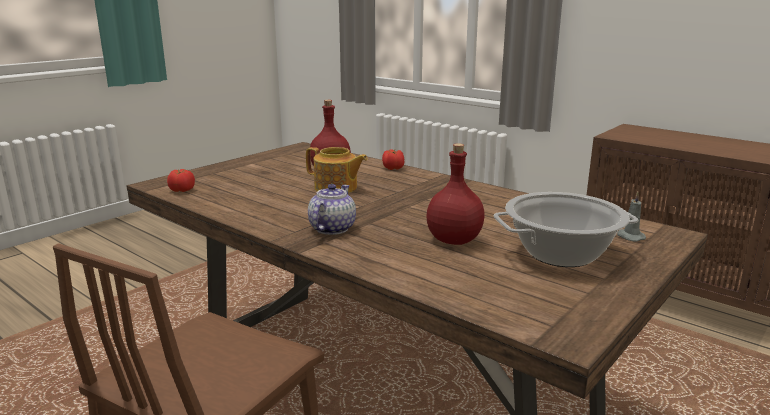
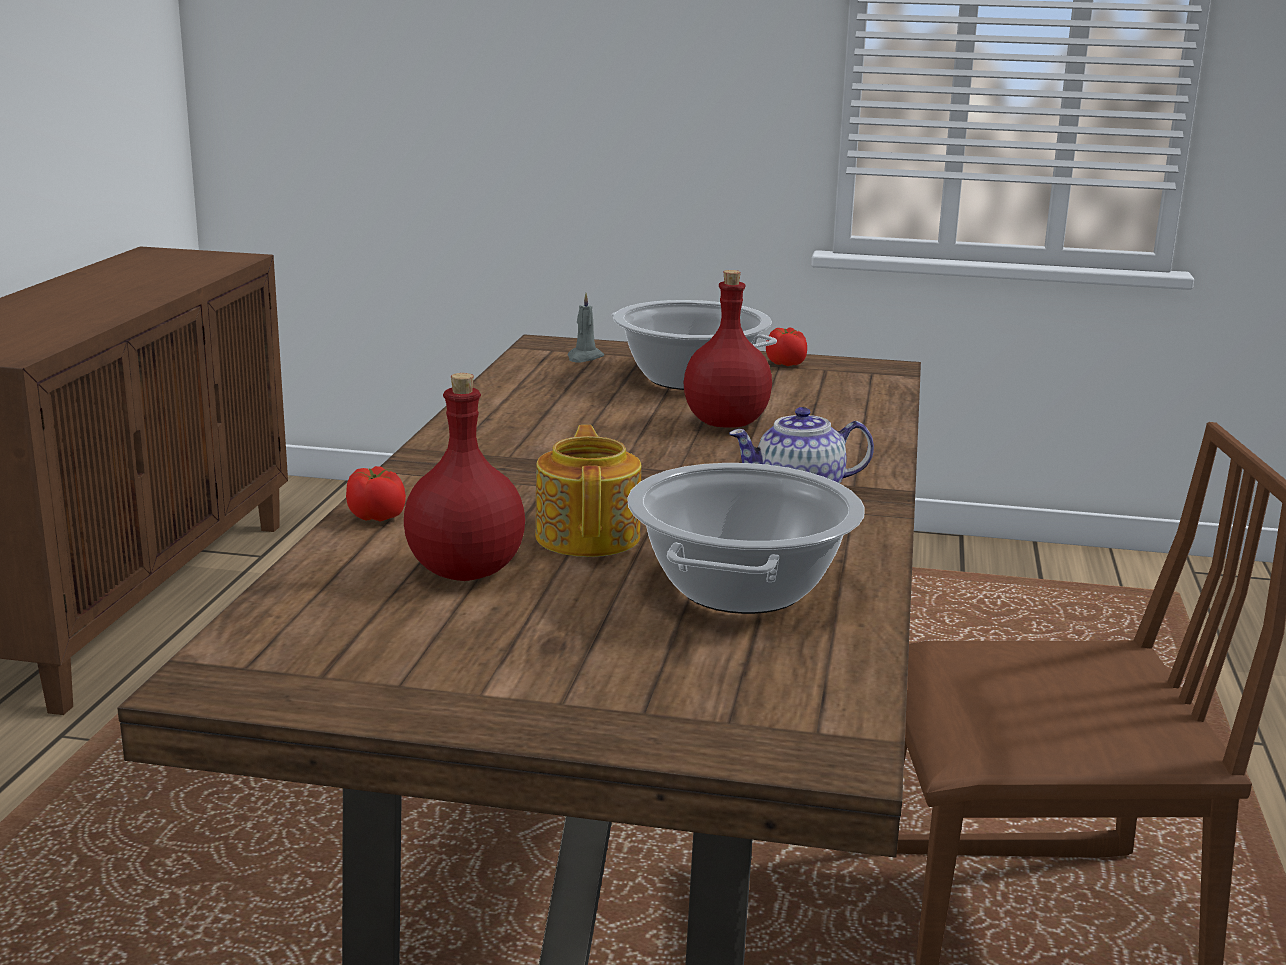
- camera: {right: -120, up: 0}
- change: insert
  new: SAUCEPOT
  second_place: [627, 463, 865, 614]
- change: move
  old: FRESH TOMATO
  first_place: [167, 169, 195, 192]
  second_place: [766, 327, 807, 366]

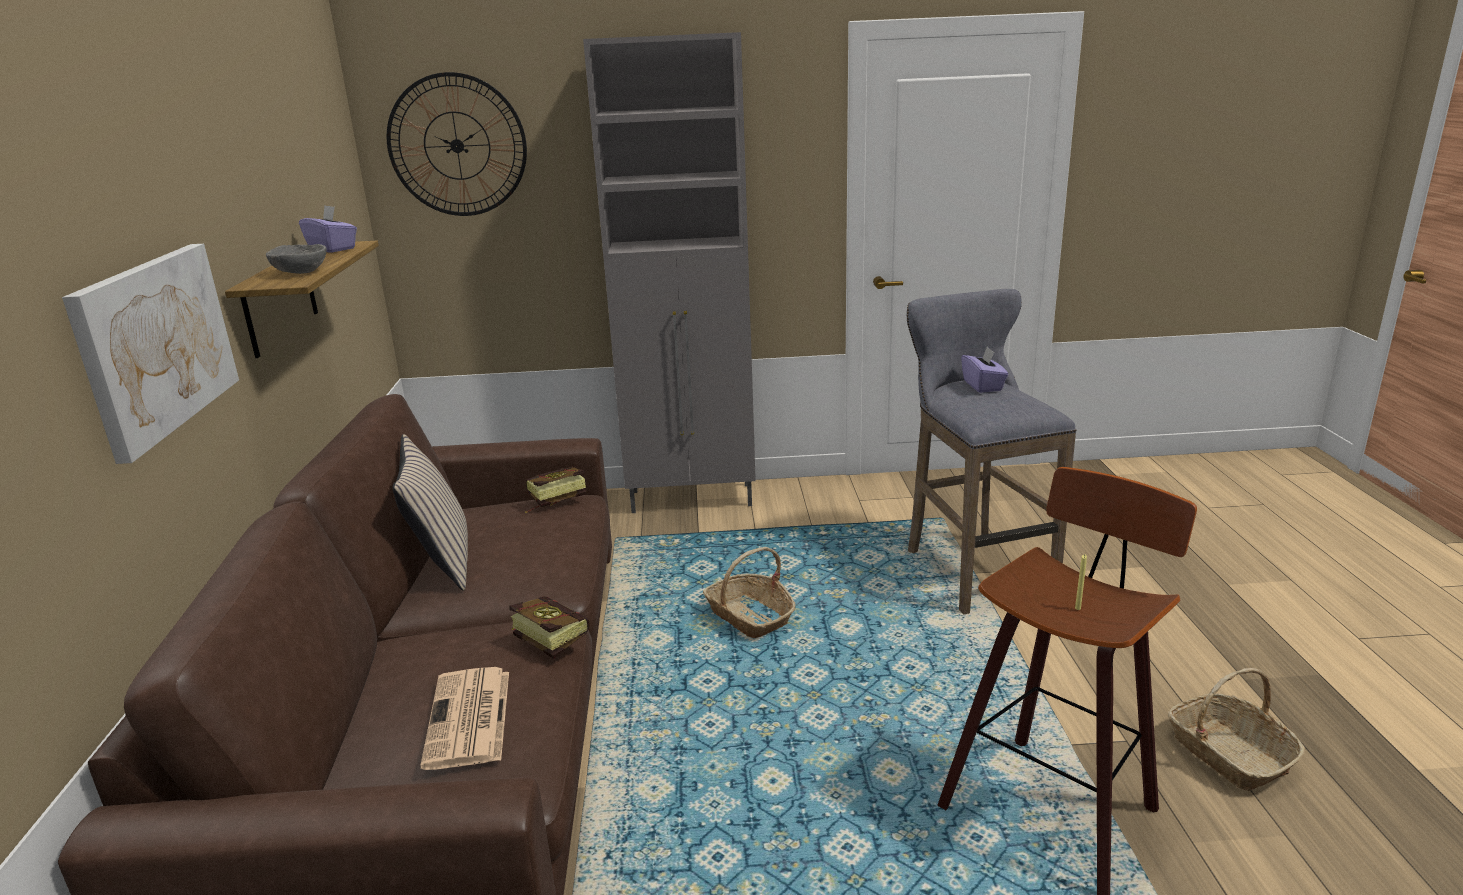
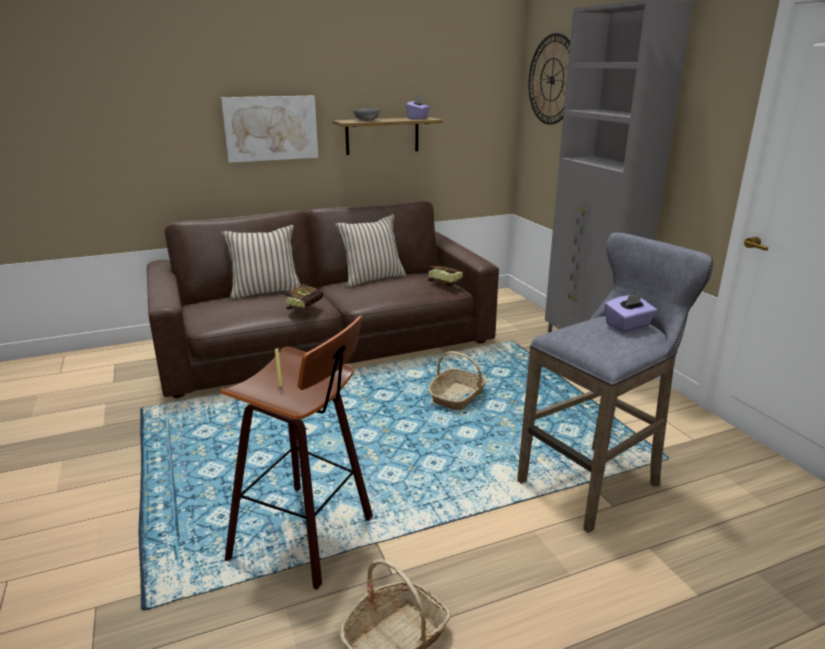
- camera: {right: 70, up: 0}
- change: insert
  new: SAND-COLOURED CUSHION
  second_place: [222, 225, 301, 299]
- change: delete
  old: DAILY PAPER
  first_place: [420, 667, 509, 770]

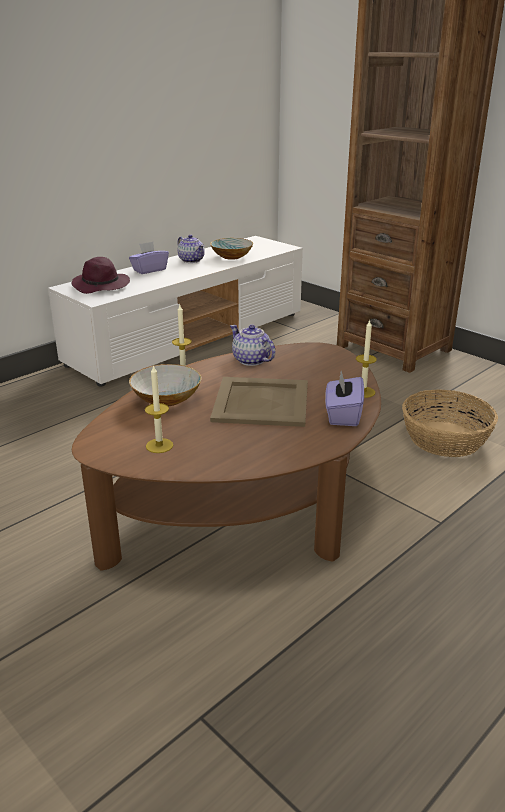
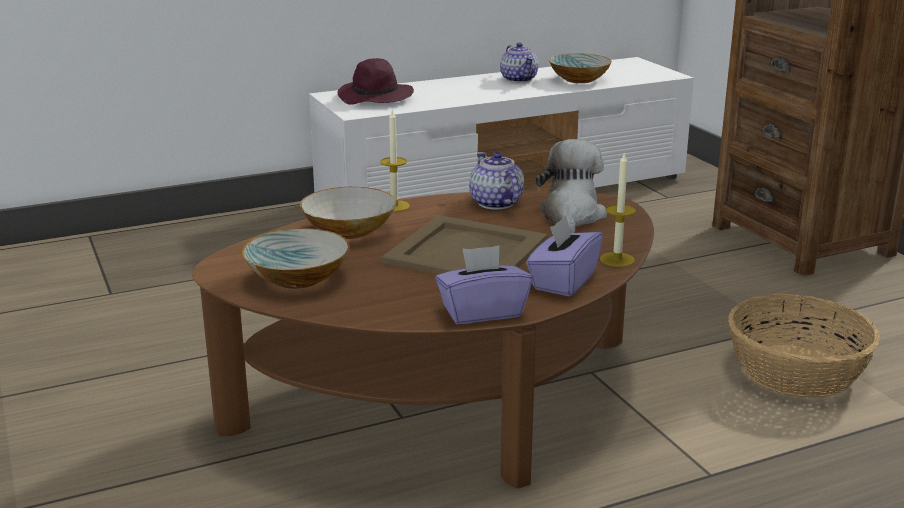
- camera: {right: 20, up: -5}
- change: replace
  old: WAX LIGHT
  new: BOWL
  first_place: [145, 364, 173, 453]
  second_place: [242, 228, 350, 289]
- change: move
  old: PURPLE BOX OF TISSUES
  first_place: [129, 242, 169, 274]
  second_place: [435, 246, 533, 324]
- change: insert
  new: PLUSH TOY
  second_place: [536, 139, 607, 233]

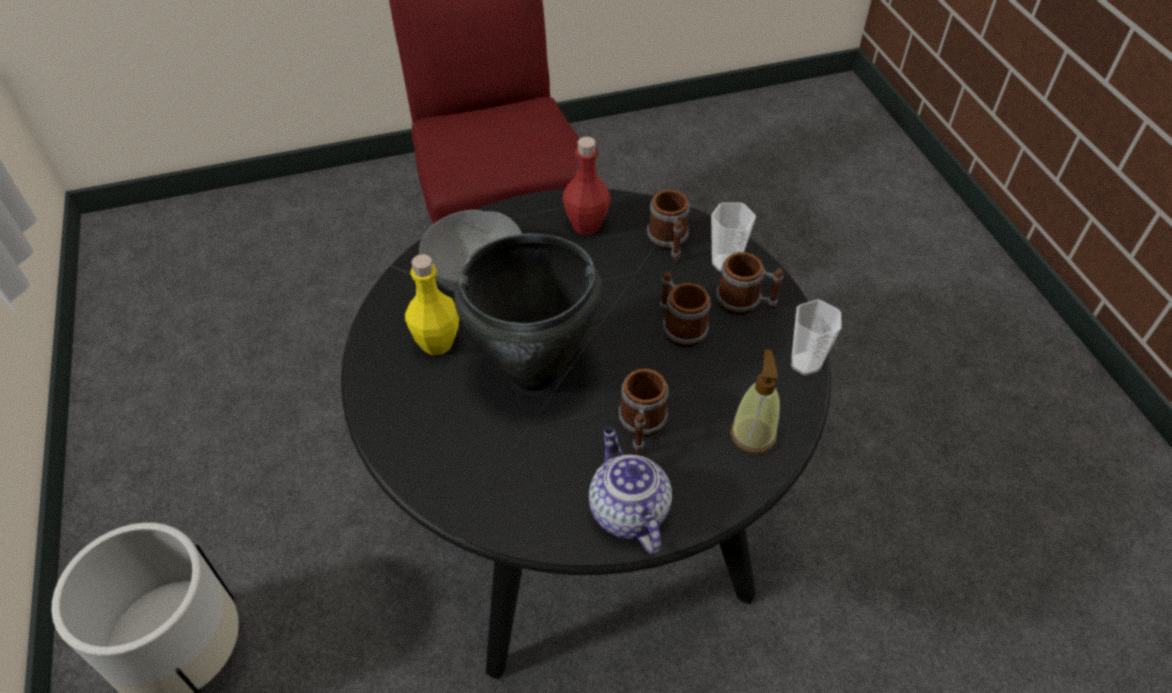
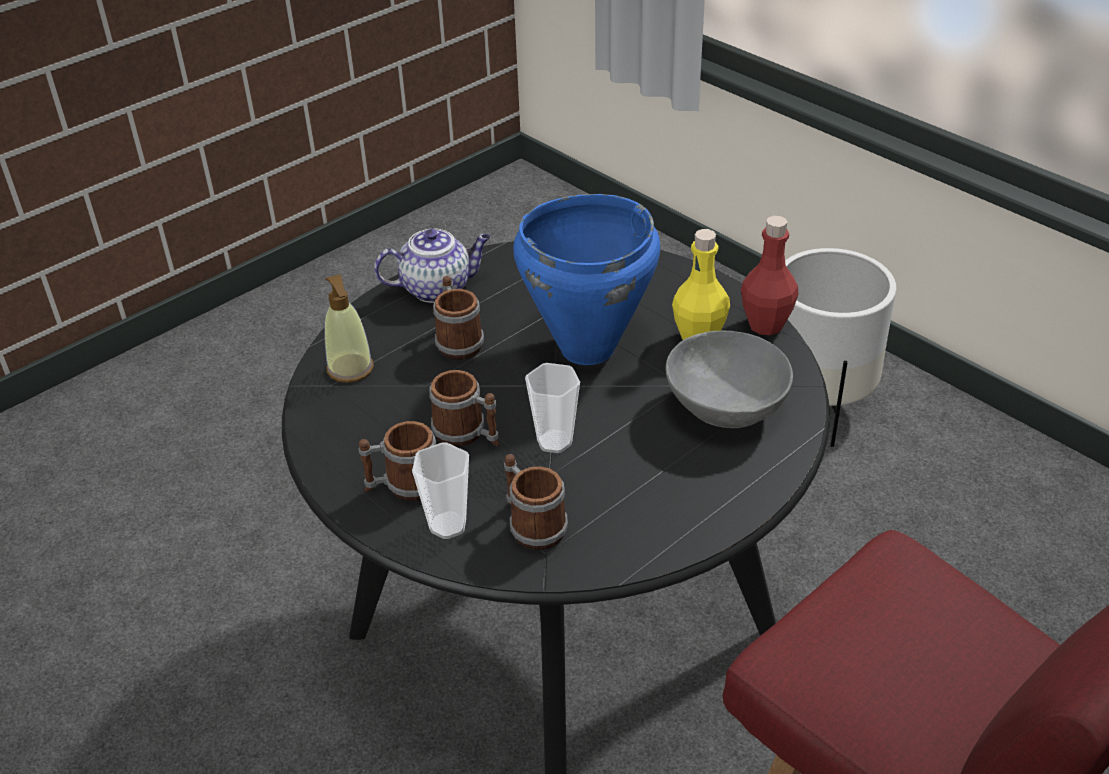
- camera: {right: 155, up: -10}
- change: rotate
  old: POT FOR TEA
  first_place: [589, 427, 672, 554]
  second_place: [374, 229, 490, 303]
  degrees: -60
- change: recolor
  old: BLACK-COLOURED SAUCEPOT
  new: BLUE SAUCEPOT
  first_place: [454, 234, 602, 391]
  second_place: [513, 194, 660, 365]
- change: move
  old: DRINKING CUP
  first_place: [791, 299, 842, 375]
  second_place: [525, 363, 580, 453]
- change: move
  old: REDDISH BOTTLE
  first_place: [562, 137, 611, 235]
  second_place: [741, 216, 799, 335]

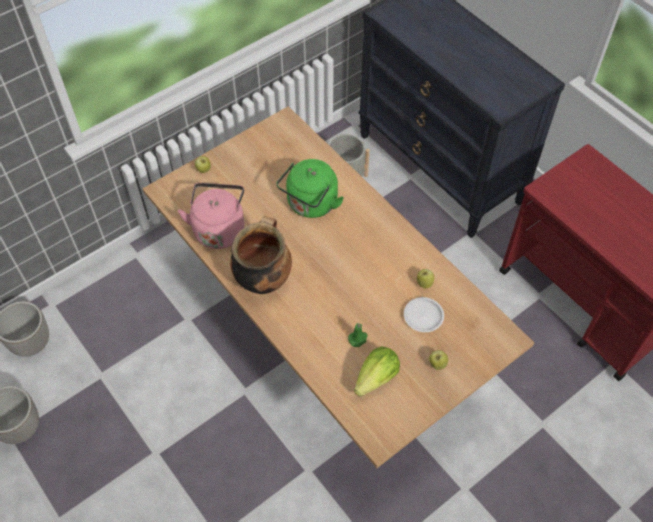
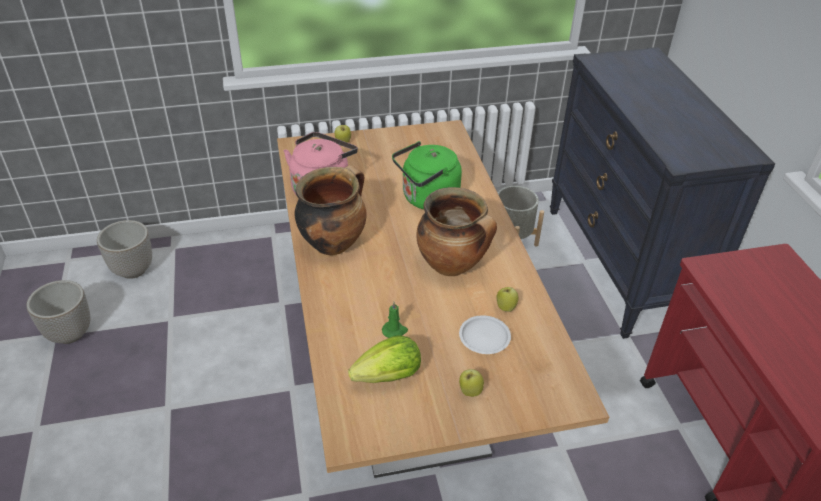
- camera: {right: 25, up: -15}
- change: insert
  new: SAUCEPOT
  second_place: [416, 187, 497, 276]

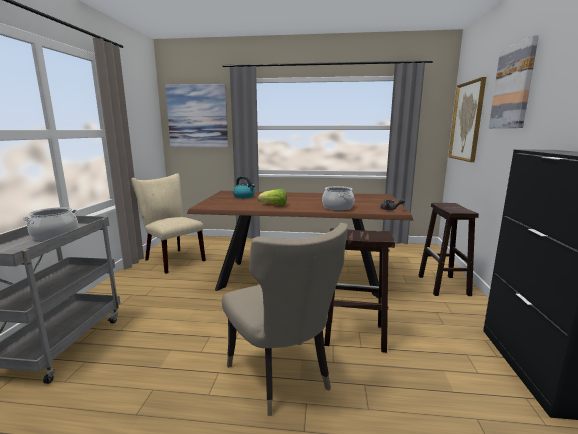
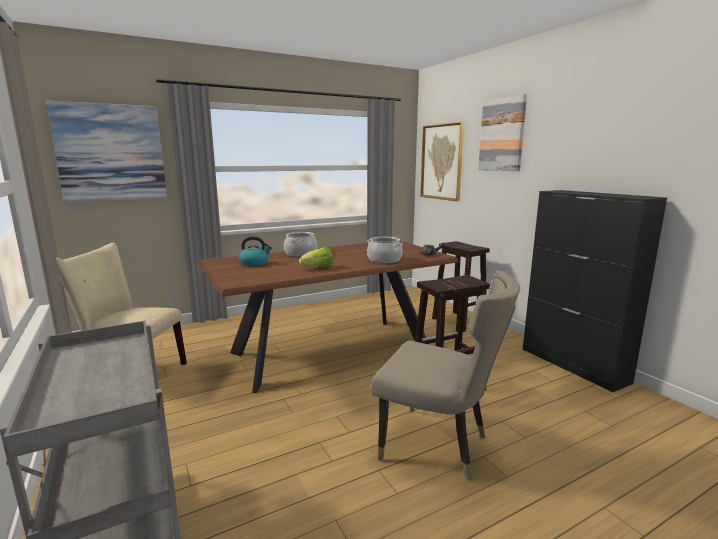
- camera: {right: -35, up: 0}
- change: move
  old: SAUCEPOT
  first_place: [22, 207, 79, 241]
  second_place: [284, 232, 317, 257]

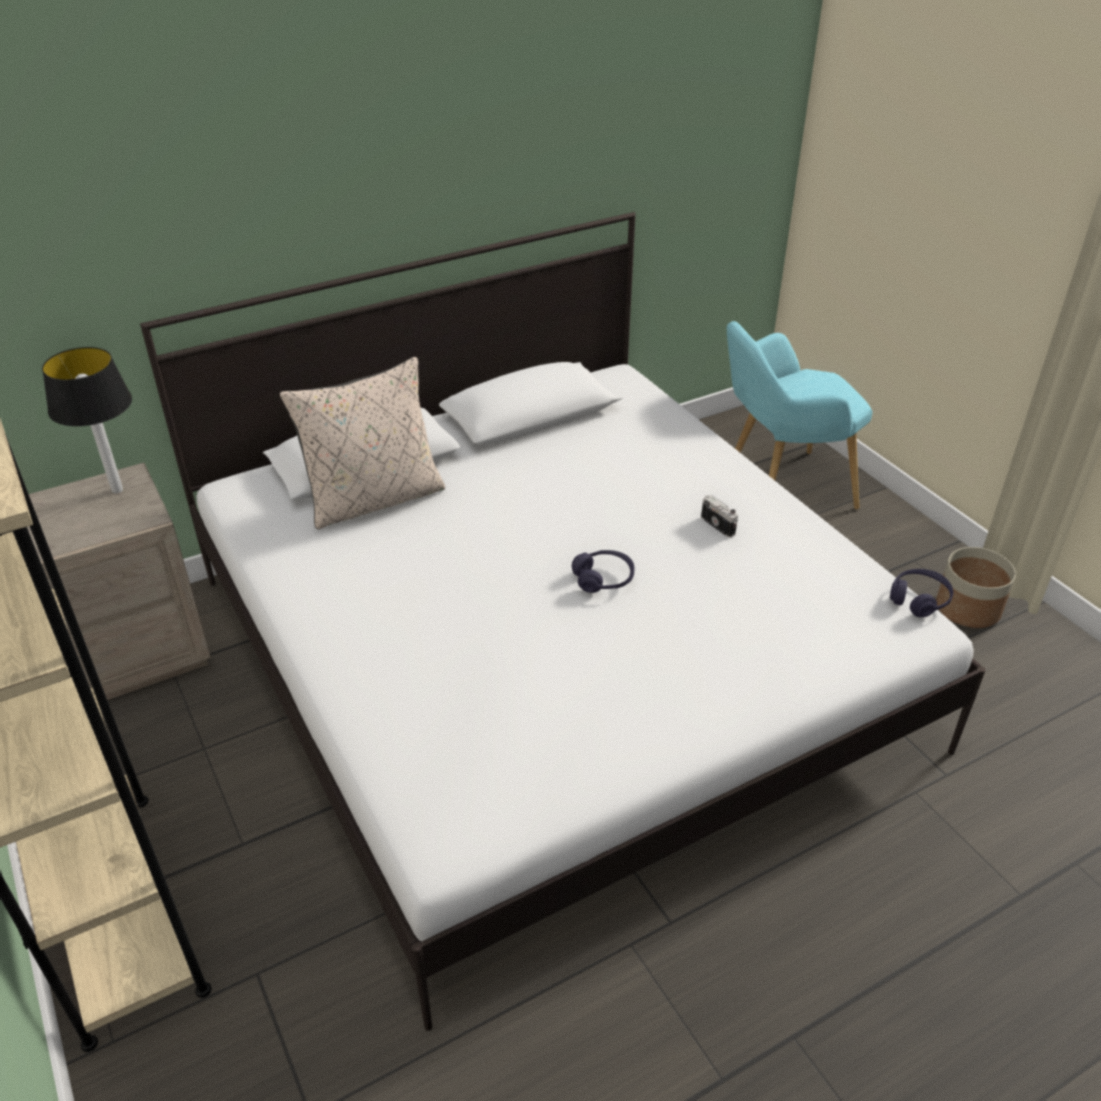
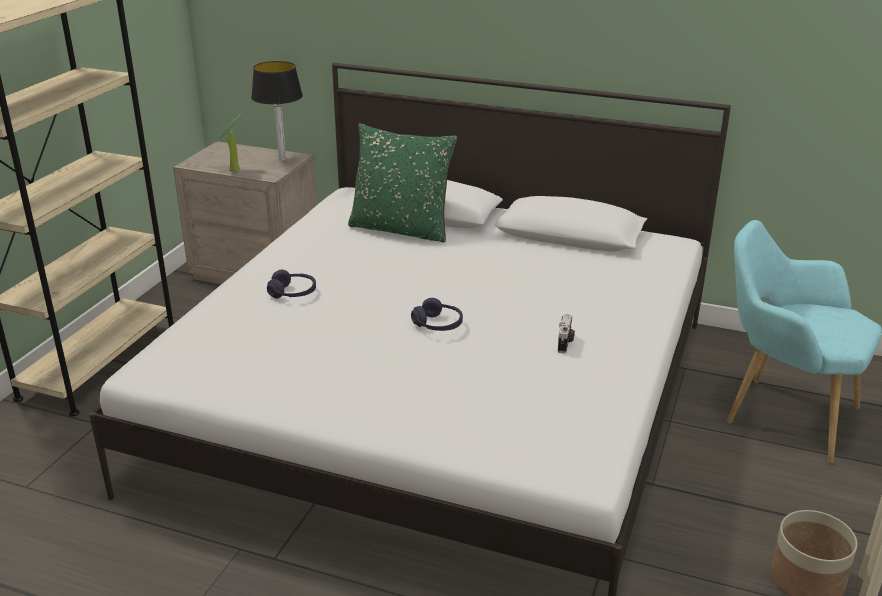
- camera: {right: 50, up: -10}
- change: insert
  new: PLANT IN A POT
  second_place: [216, 114, 241, 172]
- change: move
  old: PURPLE HEADSET
  first_place: [890, 569, 953, 617]
  second_place: [267, 270, 316, 298]
- change: recolor
  old: SAND-COLOURED CUSHION
  new: GREEN CUSHION
  first_place: [280, 357, 445, 529]
  second_place: [348, 123, 457, 243]

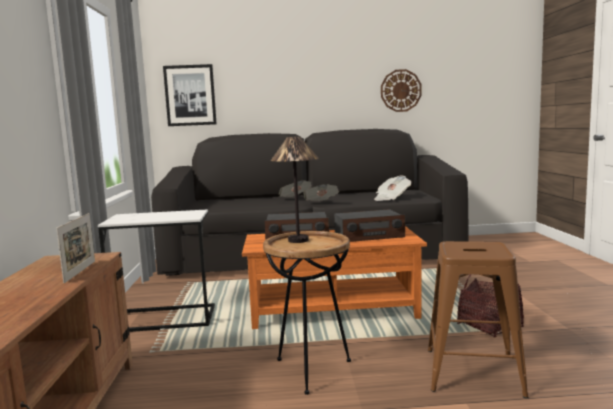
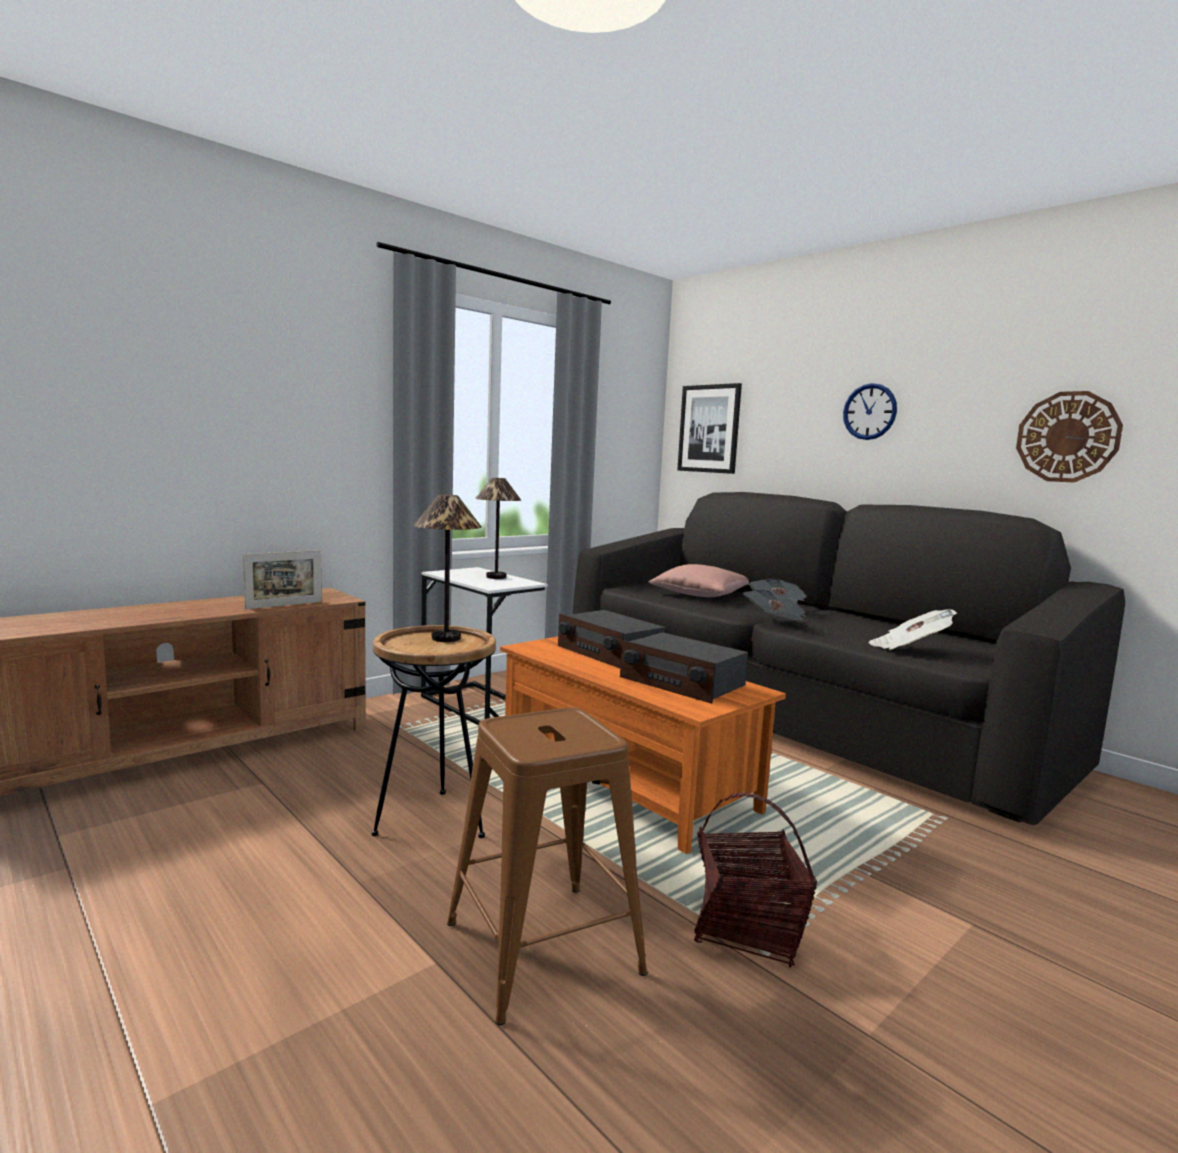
- camera: {right: 50, up: 0}
- change: insert
  new: TABLETOP LAMP
  second_place: [475, 478, 521, 579]
- change: insert
  new: PINK-COLOURED CUSHION
  second_place: [649, 564, 749, 597]
- change: insert
  new: WALL CLOCK
  second_place: [843, 383, 897, 440]

